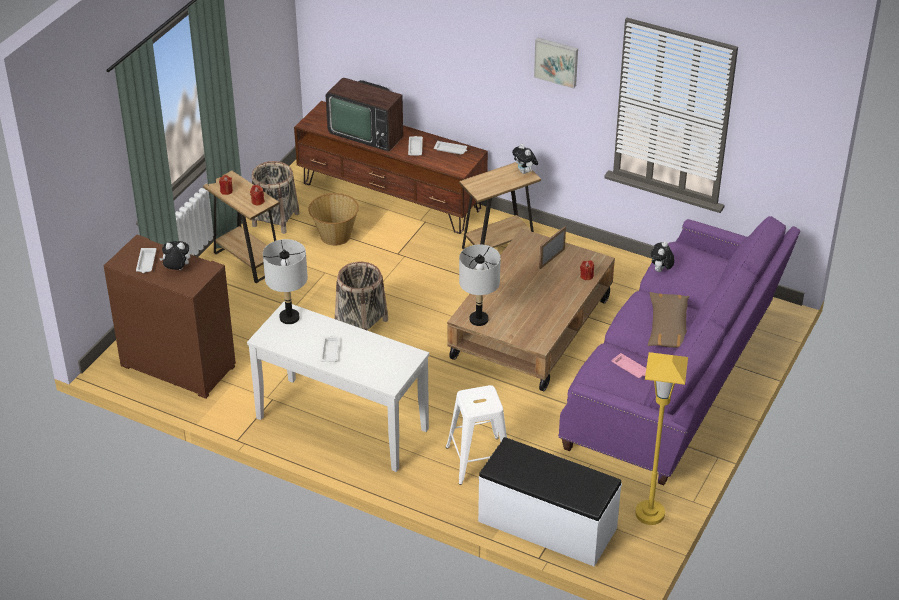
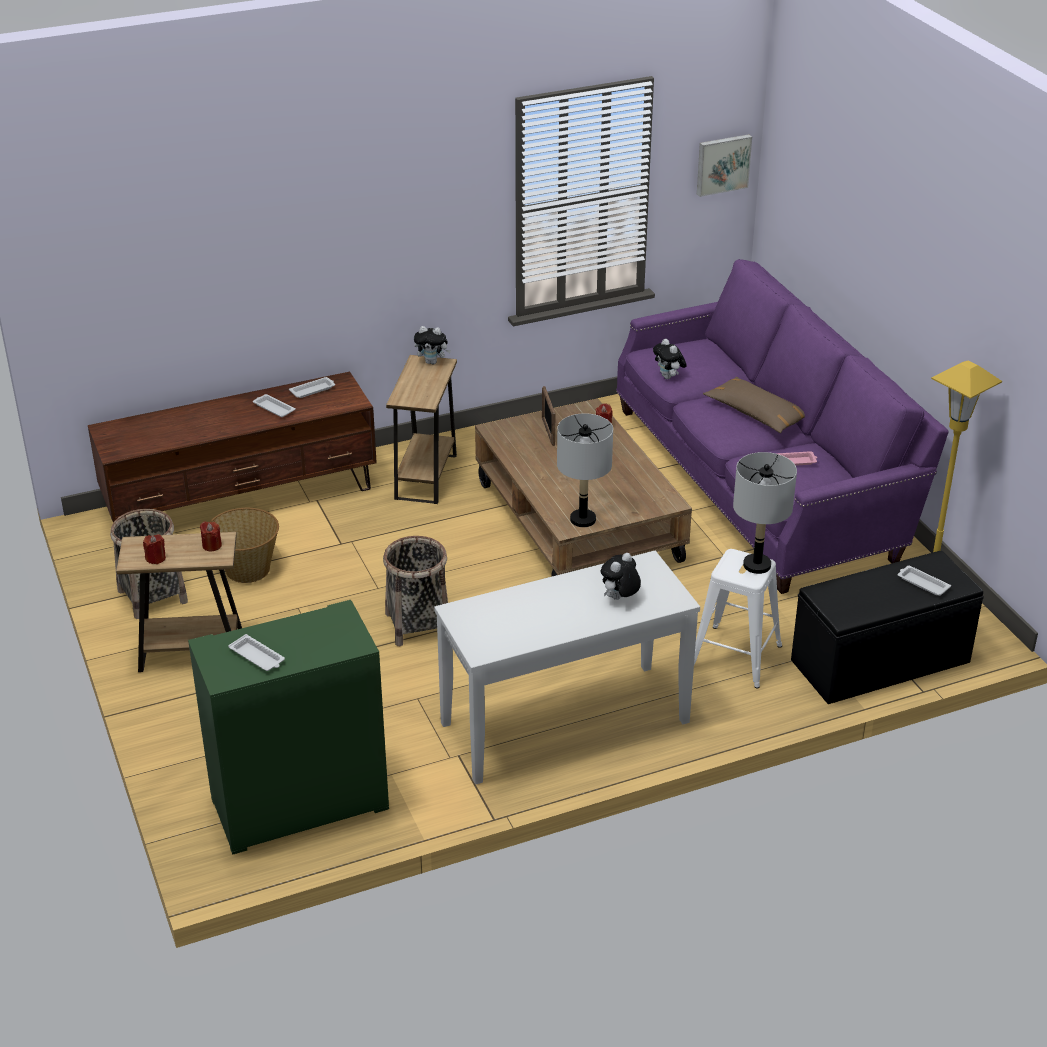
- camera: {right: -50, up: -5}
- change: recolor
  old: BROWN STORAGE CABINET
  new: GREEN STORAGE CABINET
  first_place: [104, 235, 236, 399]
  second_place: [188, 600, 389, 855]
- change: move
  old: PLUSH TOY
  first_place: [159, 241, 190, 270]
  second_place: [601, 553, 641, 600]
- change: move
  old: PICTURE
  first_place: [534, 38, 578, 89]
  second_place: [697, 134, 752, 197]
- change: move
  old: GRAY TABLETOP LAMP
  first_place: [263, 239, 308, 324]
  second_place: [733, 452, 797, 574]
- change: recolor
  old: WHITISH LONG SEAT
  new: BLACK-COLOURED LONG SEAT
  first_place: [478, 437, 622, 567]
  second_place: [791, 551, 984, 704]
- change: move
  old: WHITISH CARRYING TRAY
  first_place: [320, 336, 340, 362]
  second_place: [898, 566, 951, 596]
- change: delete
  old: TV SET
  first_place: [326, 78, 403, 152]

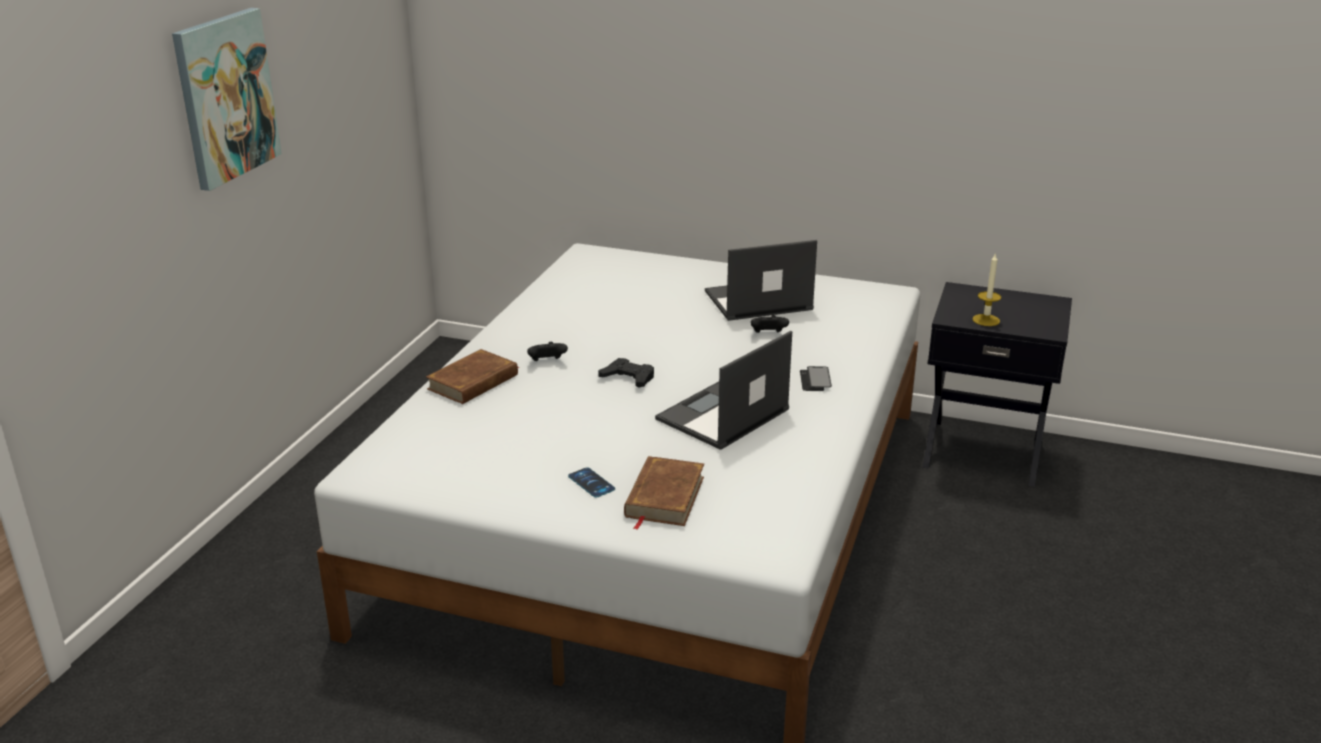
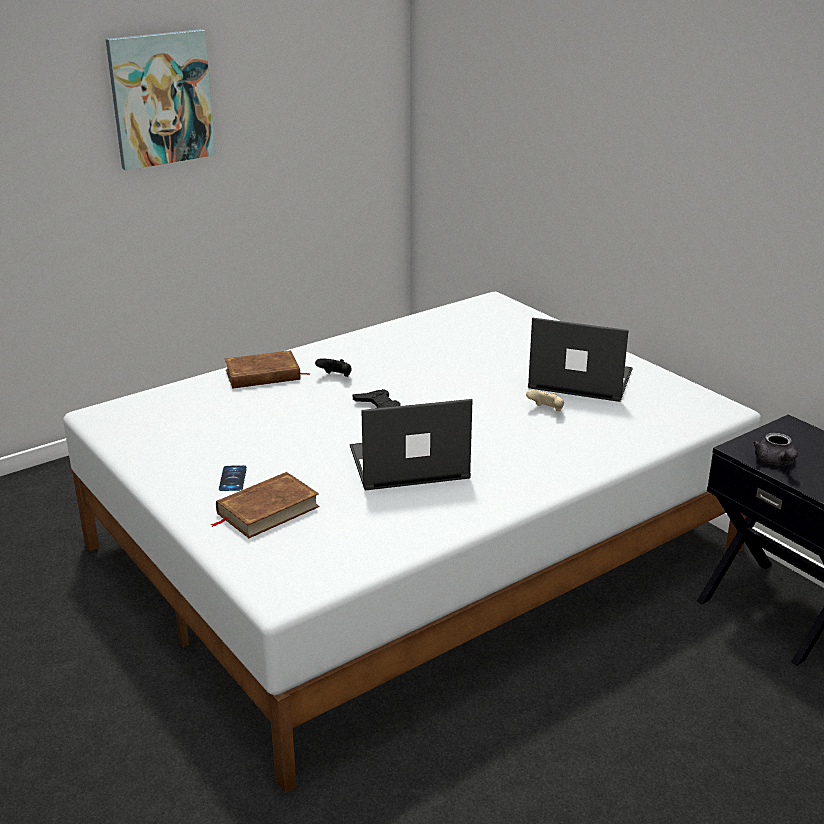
- camera: {right: 35, up: 0}
- change: recolor
  old: BLACK-COLOURED GAME CONTROLLER
  new: SAND-COLOURED GAME CONTROLLER
  first_place: [751, 315, 789, 333]
  second_place: [526, 390, 564, 411]
- change: replace
  old: WAX LIGHT
  new: GRAY POT FOR TEA
  first_place: [972, 253, 1001, 326]
  second_place: [753, 433, 798, 466]
- change: delete
  old: HANDSET
  first_place: [800, 366, 832, 391]

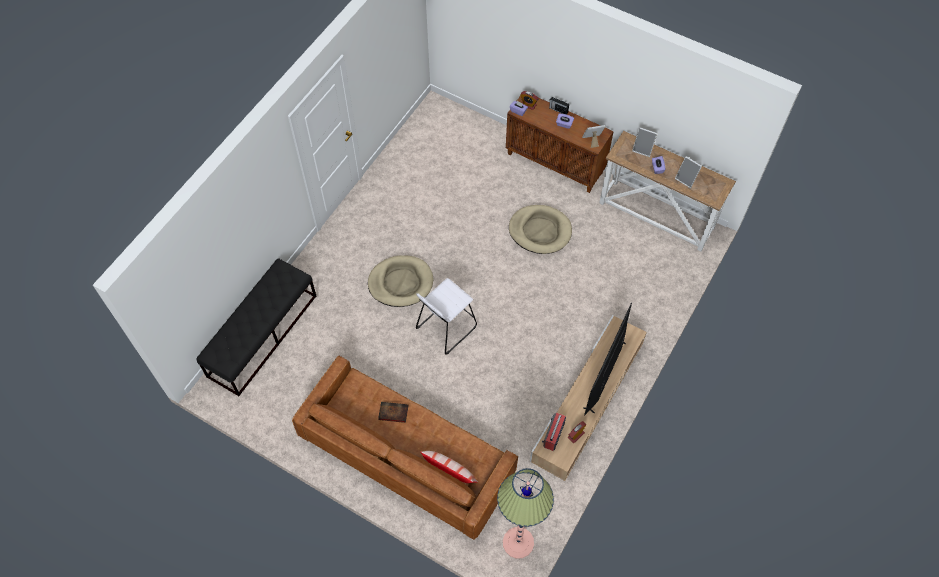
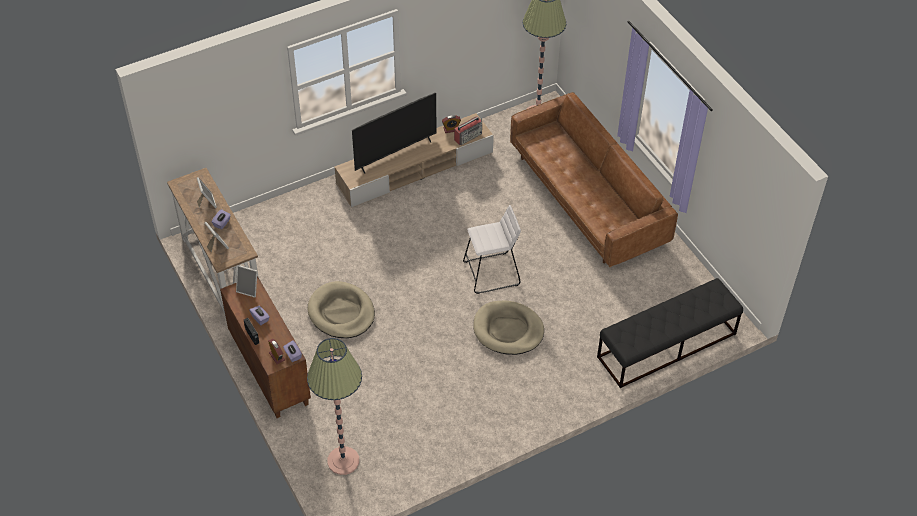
- camera: {right: -150, up: -10}
- change: insert
  new: STANDING LAMP
  second_place: [307, 338, 362, 475]
- change: delete
  old: VOLUME
  first_place: [378, 402, 408, 423]
- change: delete
  old: CUSHION
  first_place: [420, 451, 478, 483]

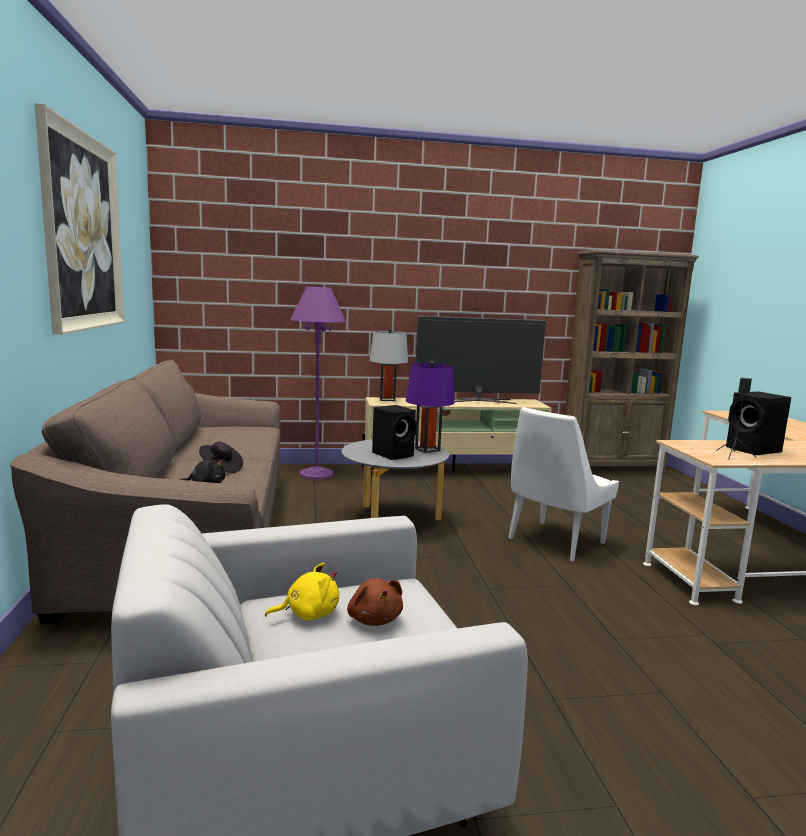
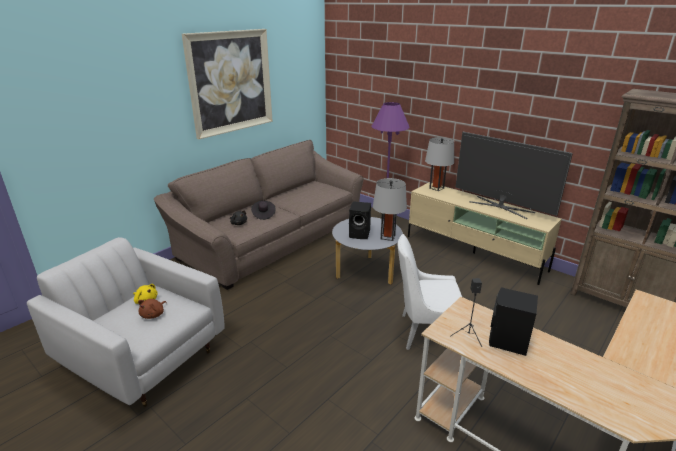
- camera: {right: 50, up: 15}
- change: recolor
  old: PURPLE TABLETOP LAMP
  new: GRAY TABLETOP LAMP
  first_place: [406, 361, 455, 453]
  second_place: [373, 178, 407, 241]

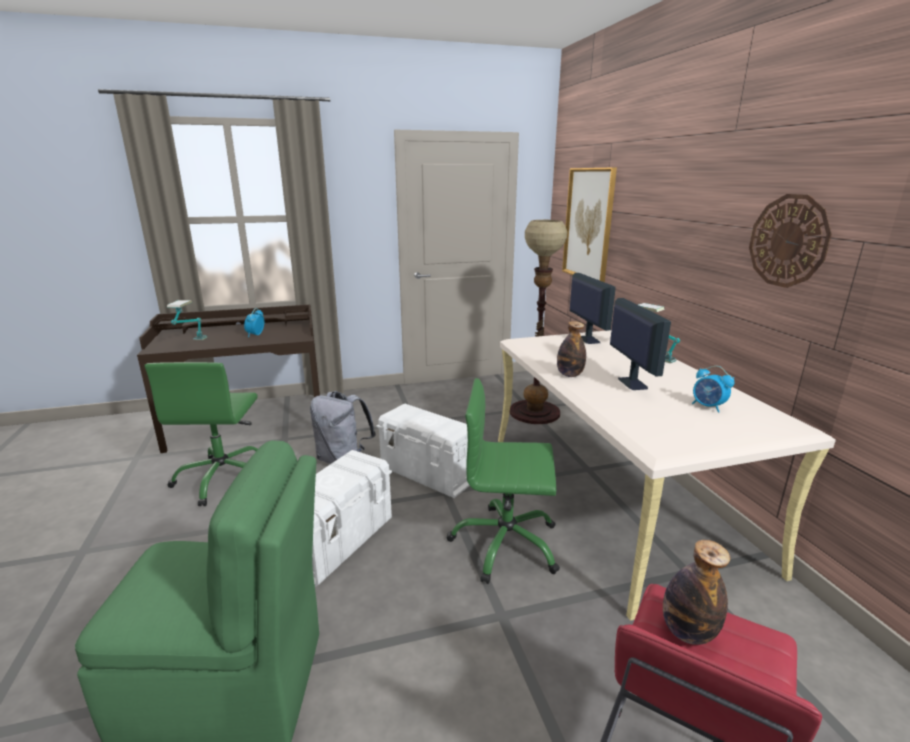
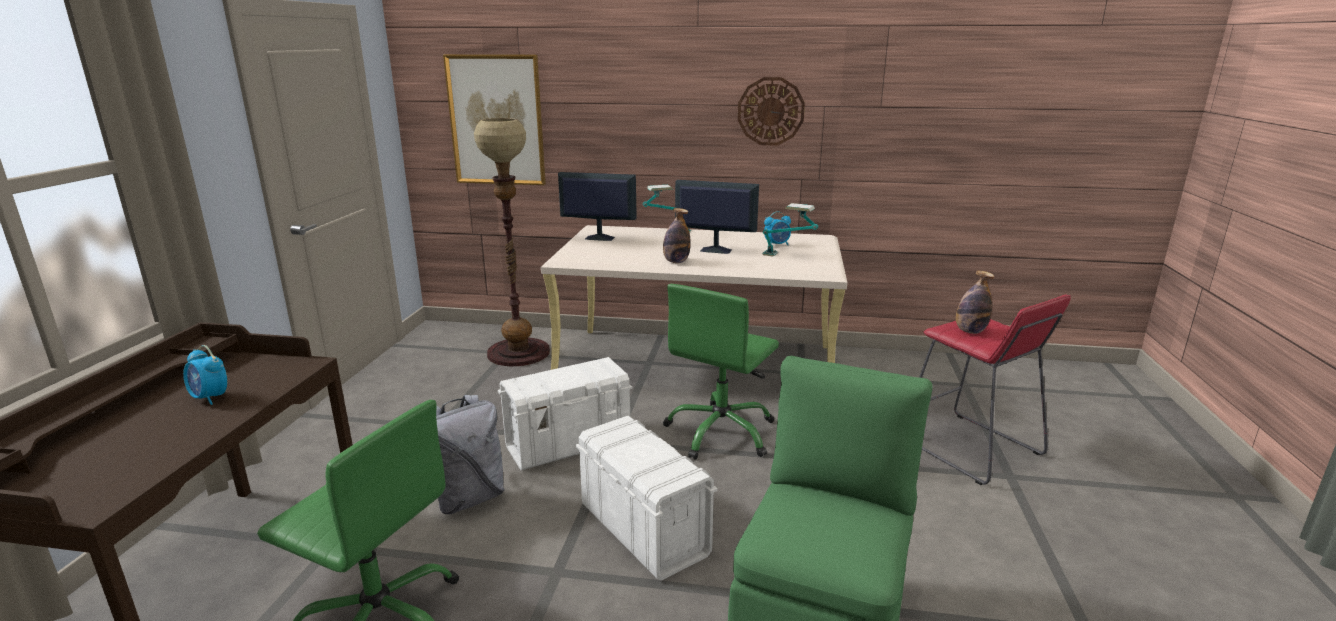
- camera: {right: -65, up: 0}
- change: move
  old: TABLETOP LAMP
  first_place: [167, 300, 207, 341]
  second_place: [762, 203, 818, 257]

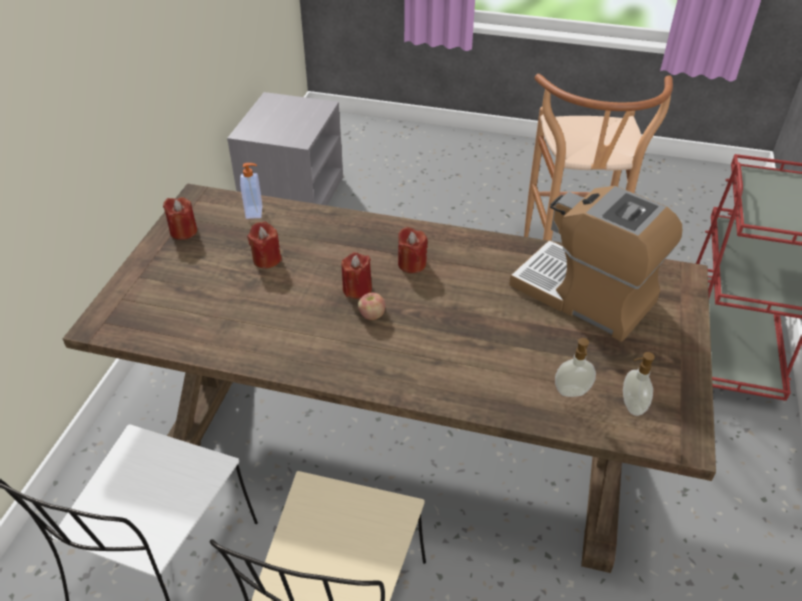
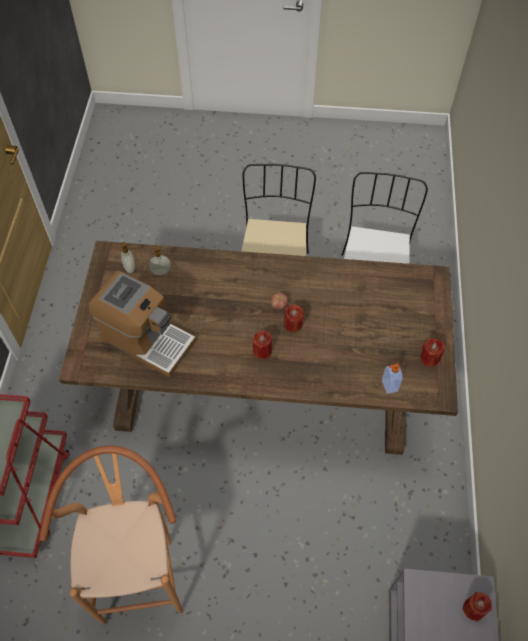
- camera: {right: 170, up: 15}
- change: move
  old: REDDISH WAX LIGHT
  first_place: [247, 222, 282, 269]
  second_place: [462, 592, 492, 621]

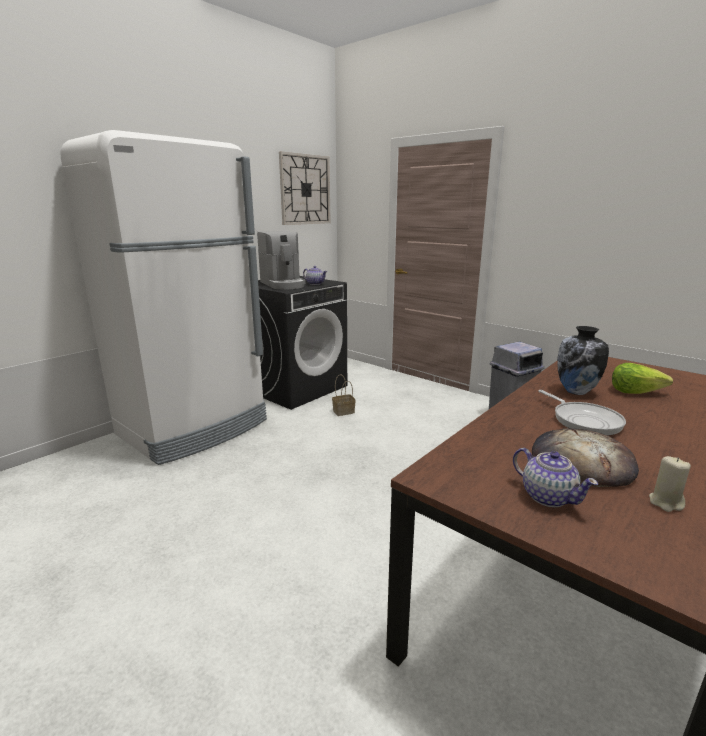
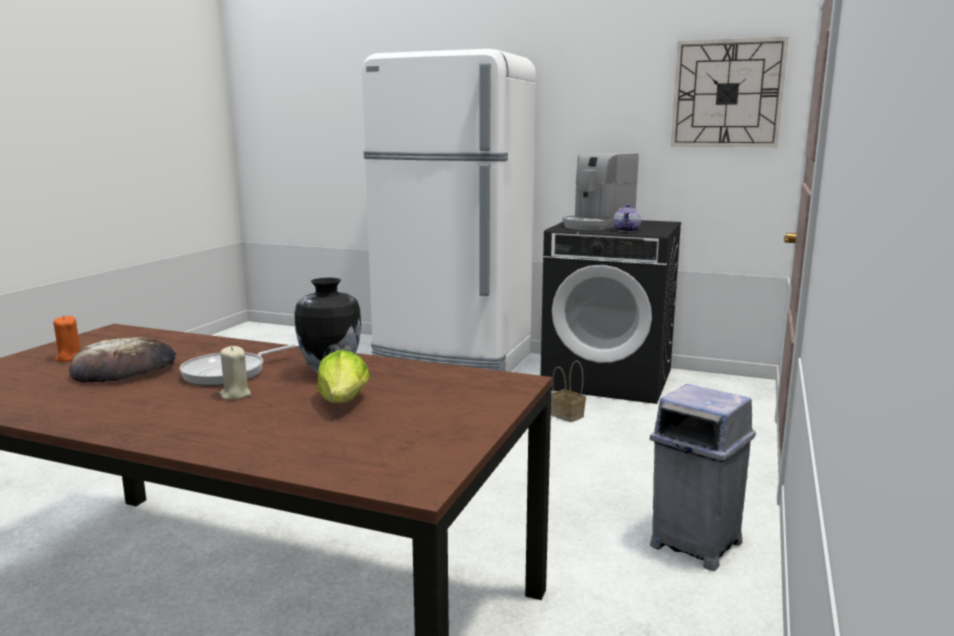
- camera: {right: 70, up: -5}
- change: replace
  old: POT FOR TEA
  new: ORANGE-COLOURED WAX LIGHT
  first_place: [513, 448, 598, 507]
  second_place: [53, 315, 80, 362]
- change: move
  old: SAND-COLOURED WAX LIGHT
  first_place: [649, 456, 691, 512]
  second_place: [220, 346, 251, 400]

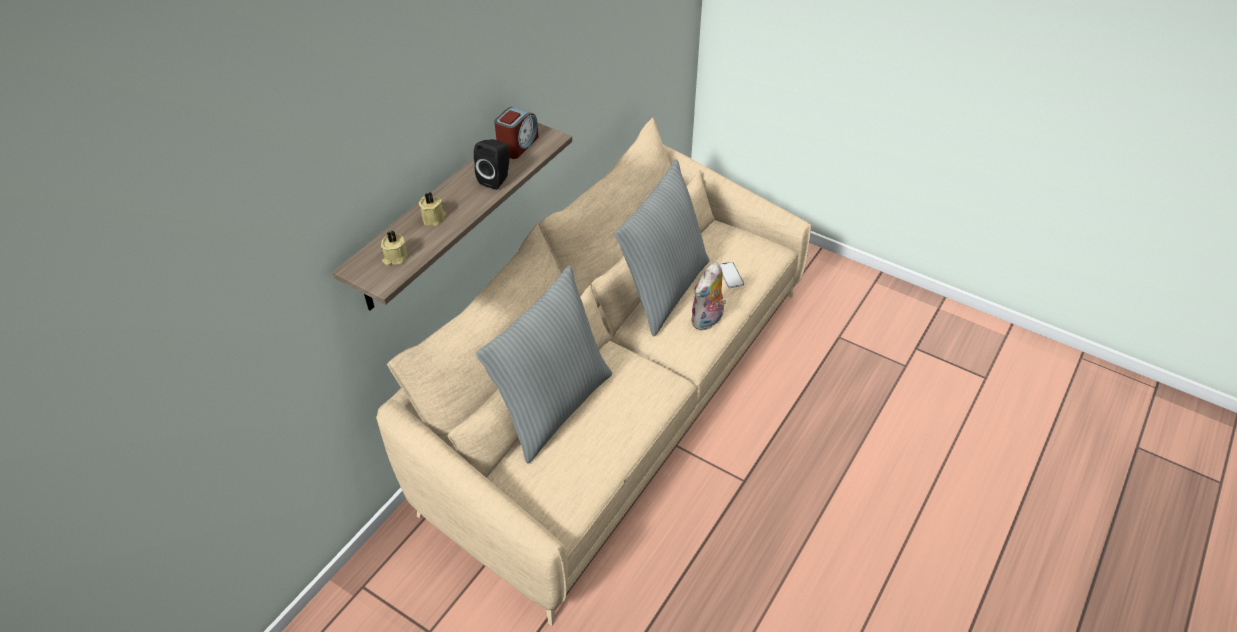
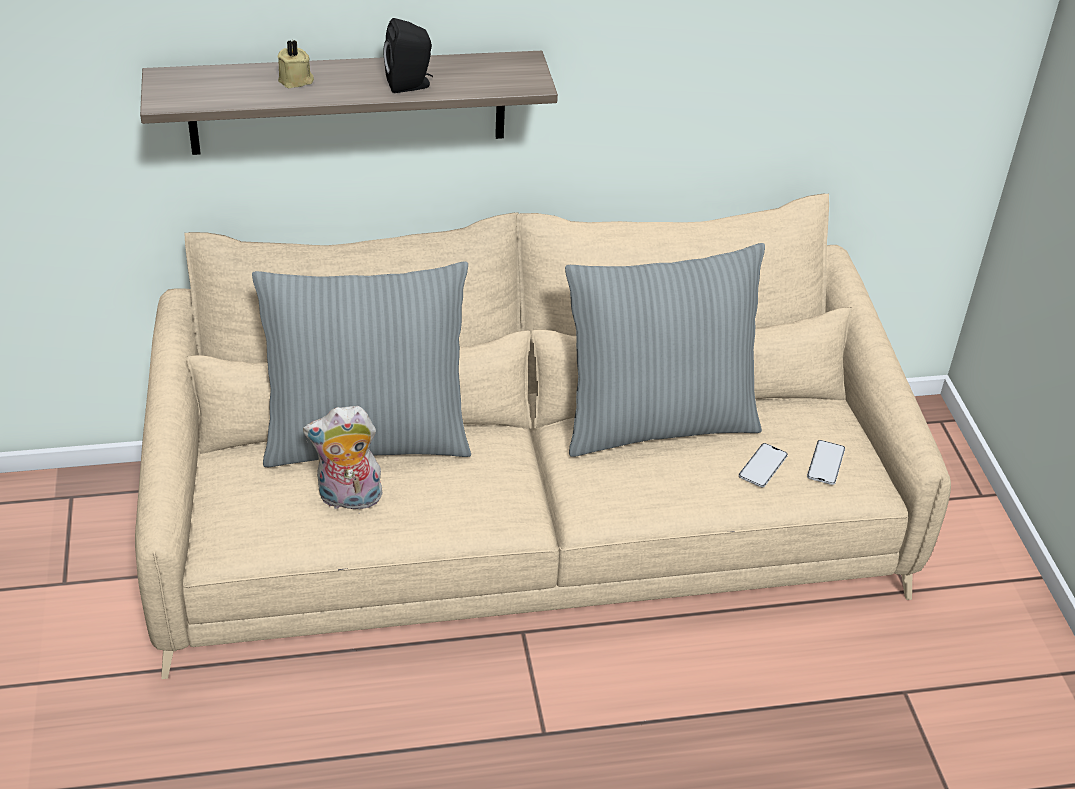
- camera: {right: 45, up: -5}
- change: move
  old: PLUSH TOY
  first_place: [691, 263, 726, 330]
  second_place: [303, 406, 384, 510]
- change: insert
  new: HANDSET
  second_place: [807, 440, 845, 485]
- change: delete
  old: SAND-COLOURED WAX LIGHT
  first_place: [381, 231, 407, 265]
- change: delete
  old: ALARM CLOCK
  first_place: [494, 107, 539, 159]

